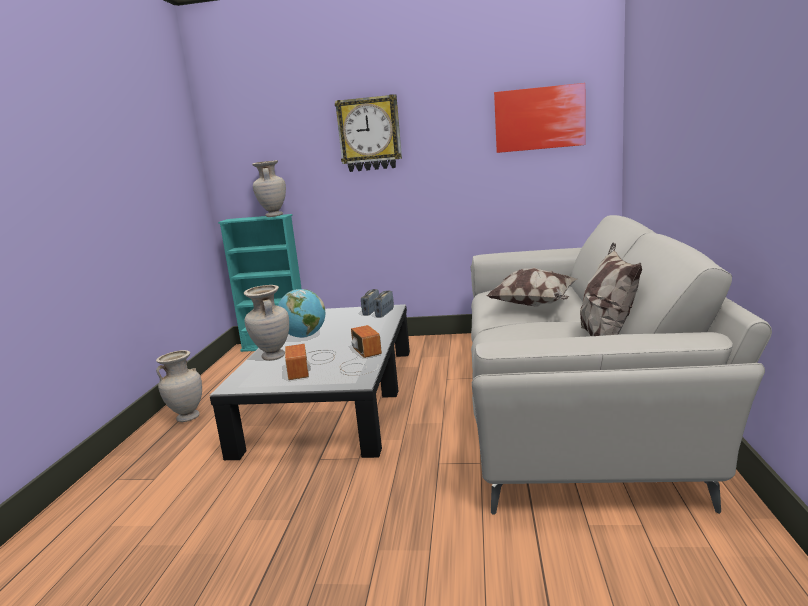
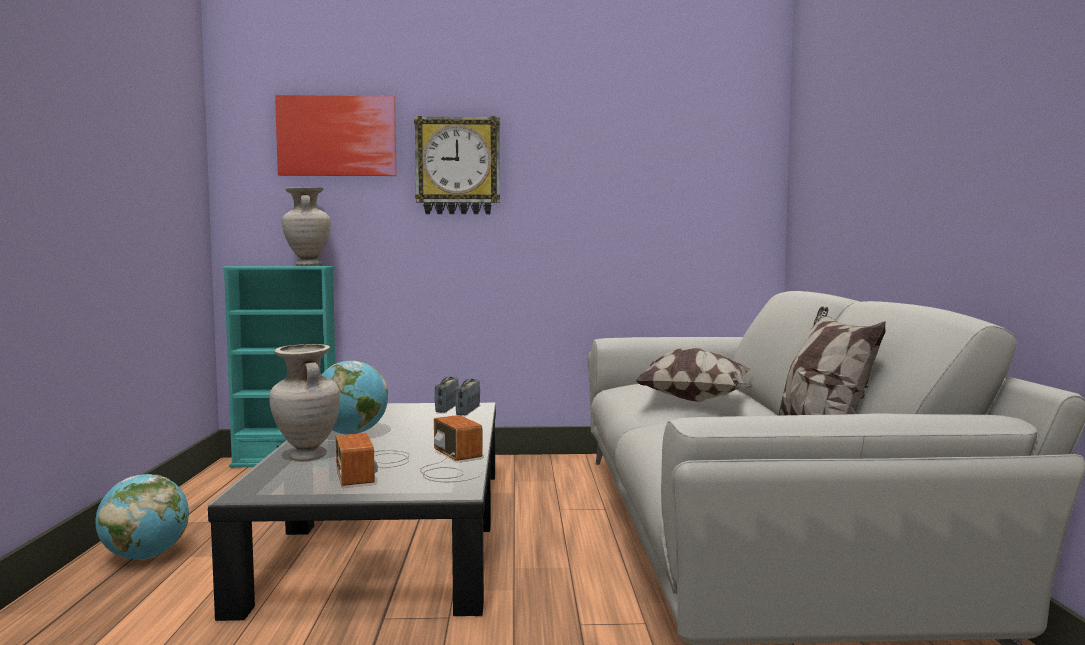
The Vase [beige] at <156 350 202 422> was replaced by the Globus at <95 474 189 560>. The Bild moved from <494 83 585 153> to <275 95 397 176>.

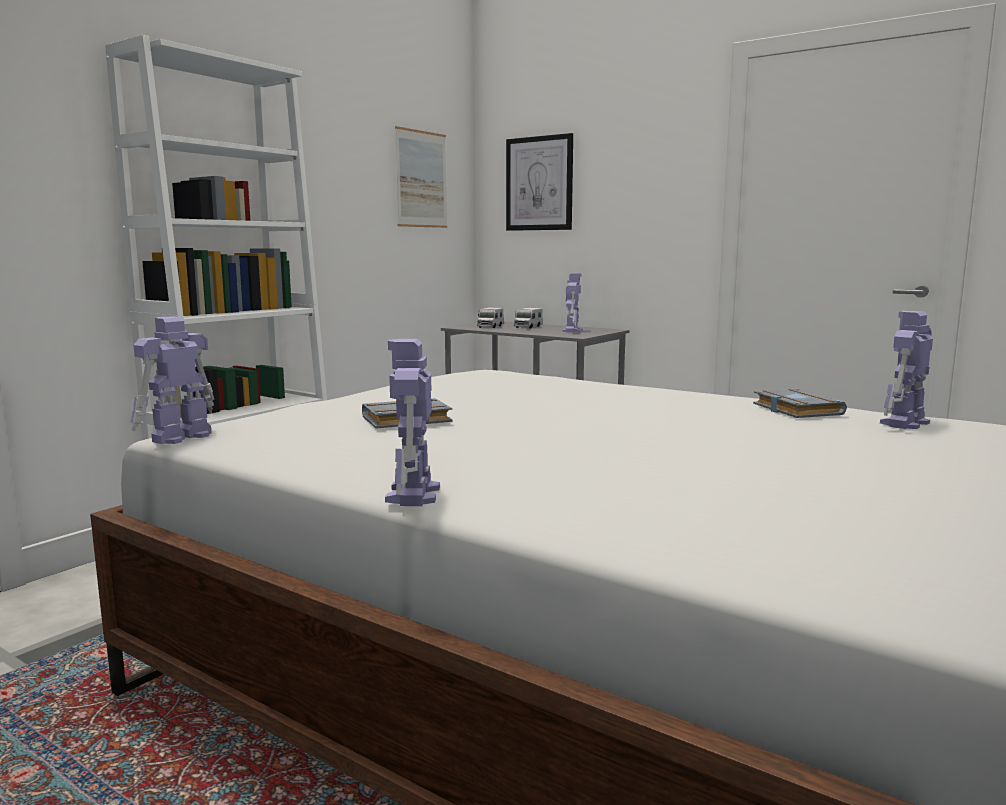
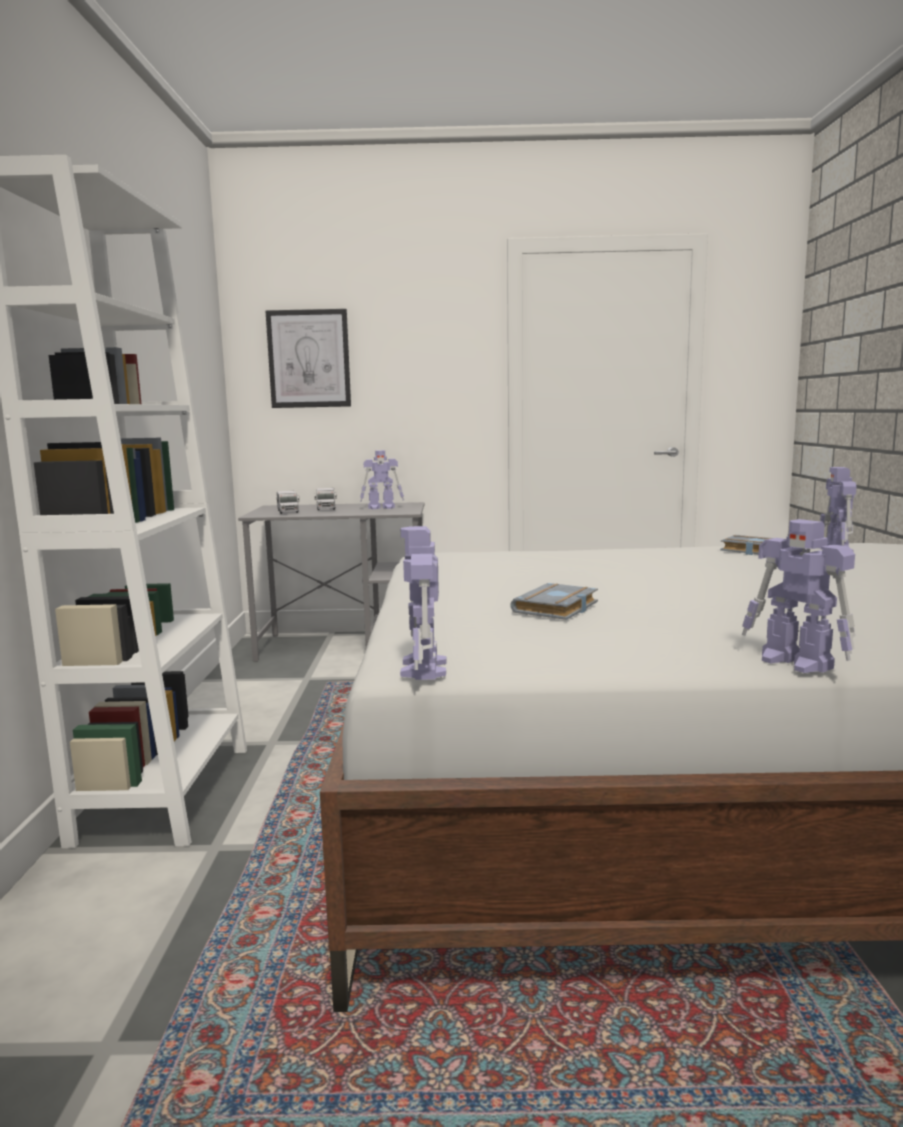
The Bild at <395 126 447 228> disappeared. The Spielzeugroboter at <562 273 583 333> turned 105 degrees clockwise.

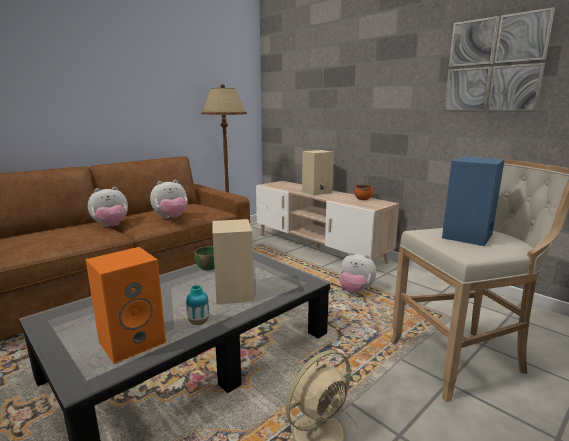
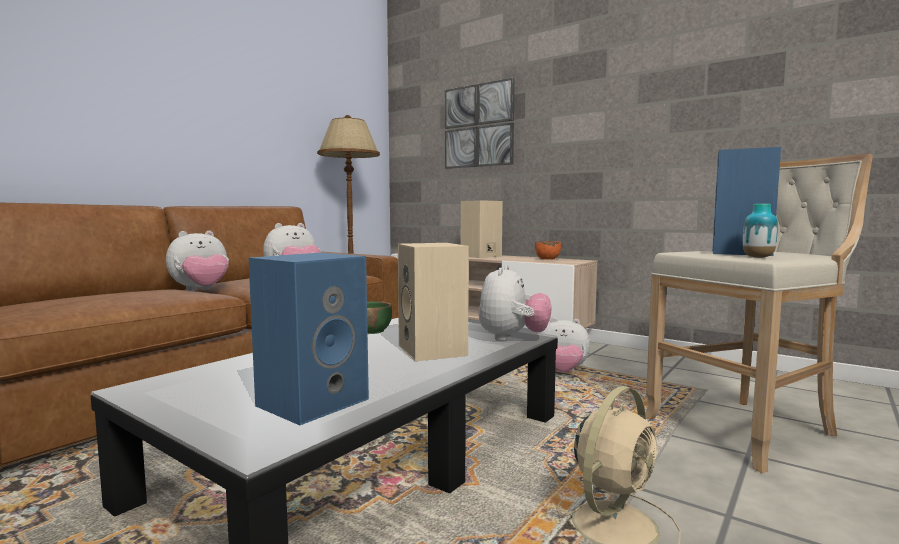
The Lautsprecher [orange] at <86 247 166 364> became the Lautsprecher [blau] at <249 253 369 425>. The Vase moved from <186 285 209 325> to <743 204 778 258>. The Bild moved from <444 7 555 112> to <445 78 515 169>. The Plüschtier at <478 265 551 341> appeared.

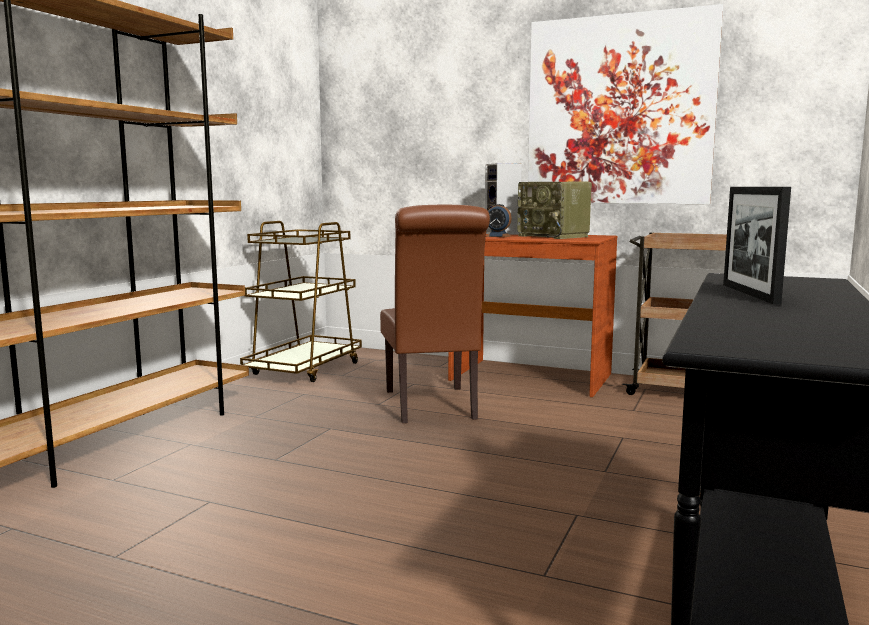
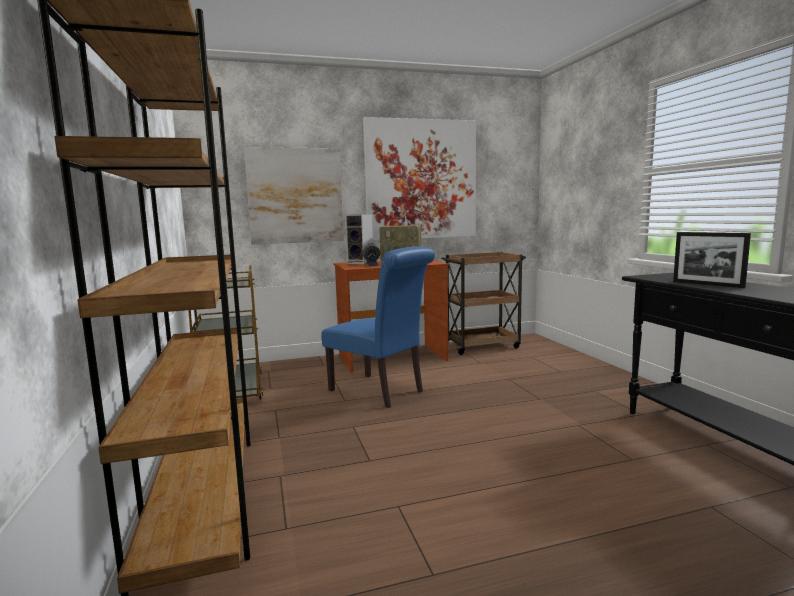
The Stuhl [braun] at <380 205 490 423> became the Stuhl [blau] at <321 247 435 408>. The Bild at <244 147 344 245> appeared.

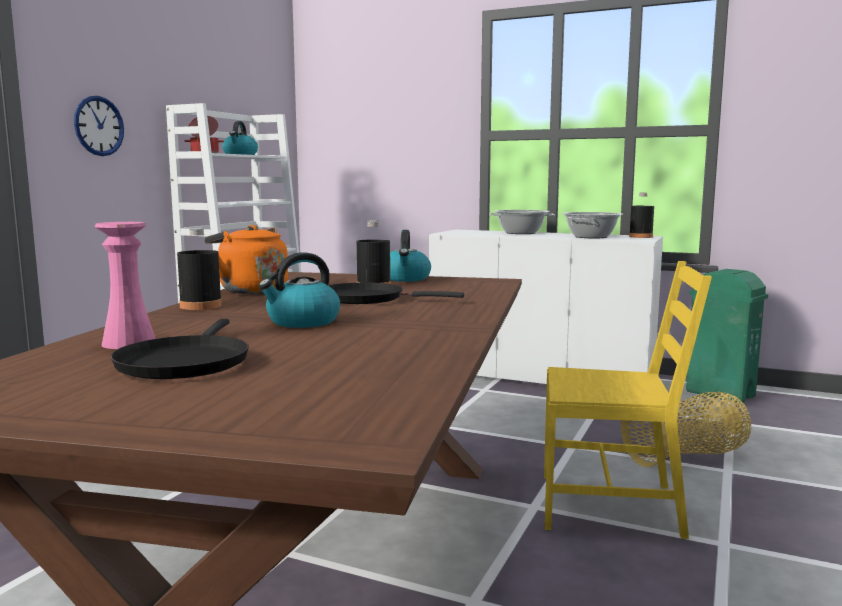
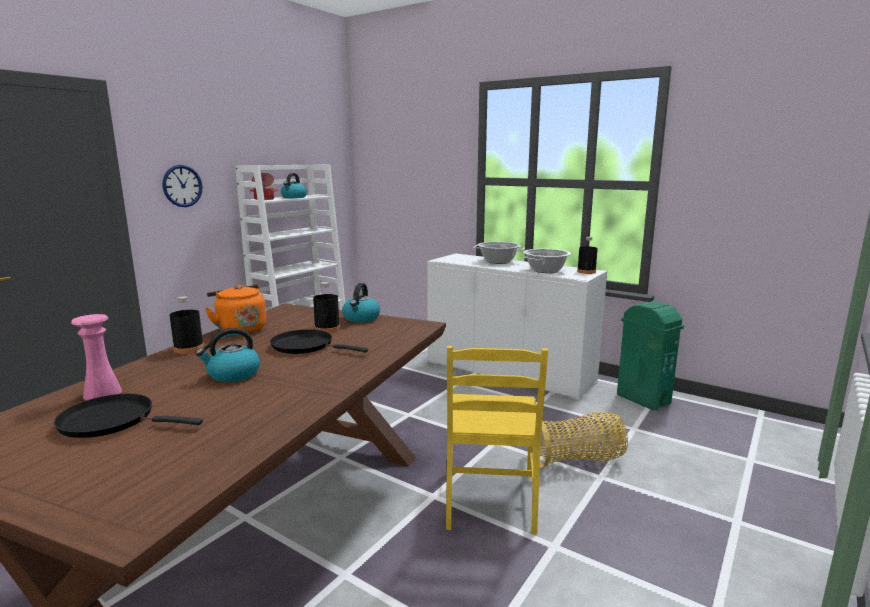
The Pfanne [schwarz] at <111 319 249 379> turned 90 degrees clockwise. The Stuhl [gelb] at <544 261 712 539> turned 75 degrees clockwise.

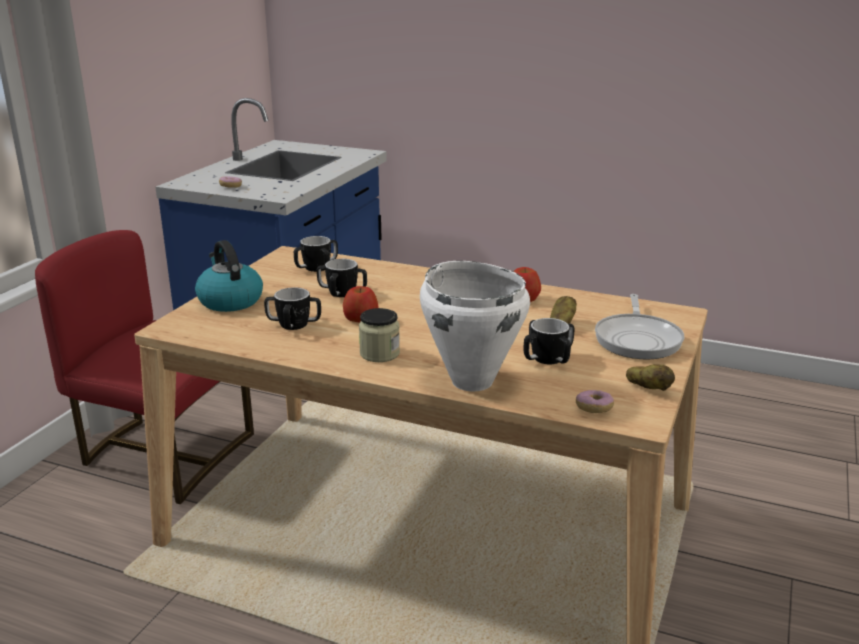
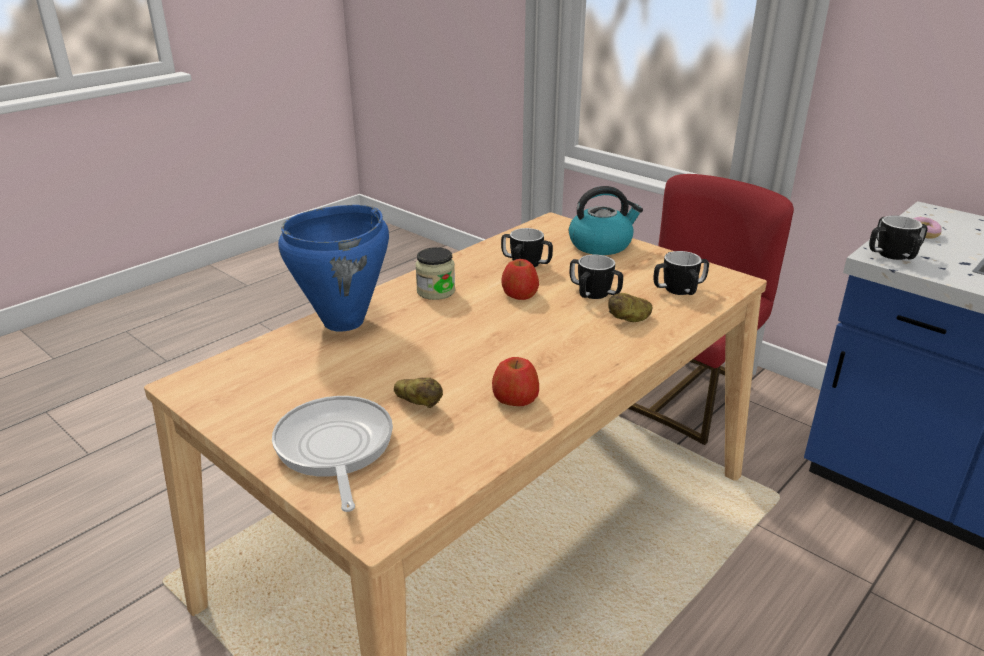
The Kochtopf [weiß] at <420 261 530 391> became the Kochtopf [blau] at <278 205 389 331>. The Henkelbecher moved from <523 318 575 364> to <869 215 928 260>. The Donut at <576 390 614 413> disappeared. The Pfanne at <595 294 684 360> turned 45 degrees clockwise. The Kartoffel moved from <626 364 675 391> to <608 293 653 322>.

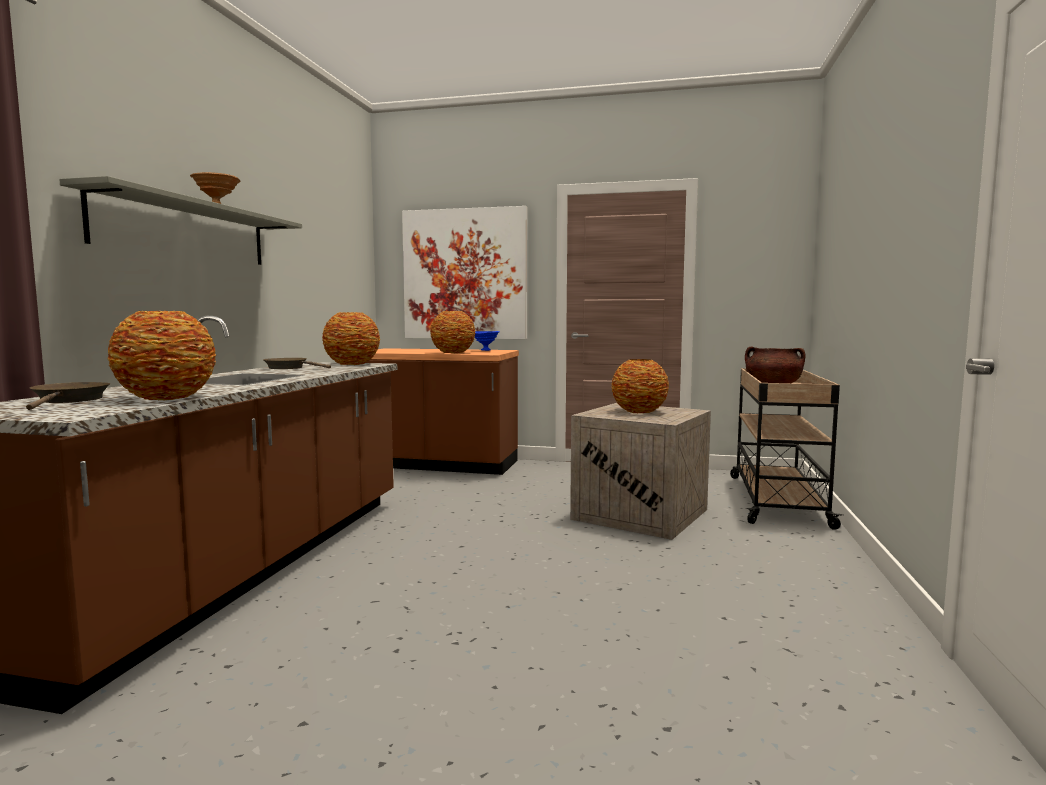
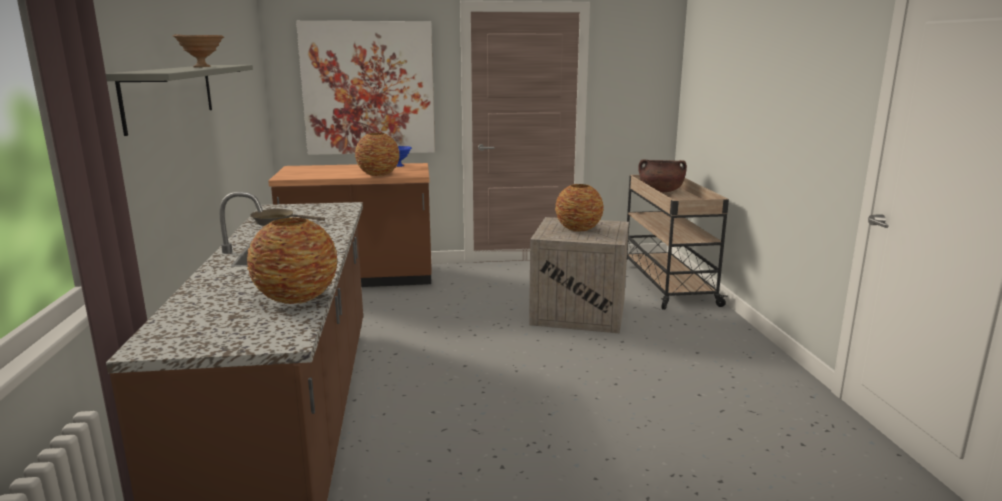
The Pfanne [braun] at <26 382 110 410> disappeared. The Vase at <322 312 380 365> disappeared.

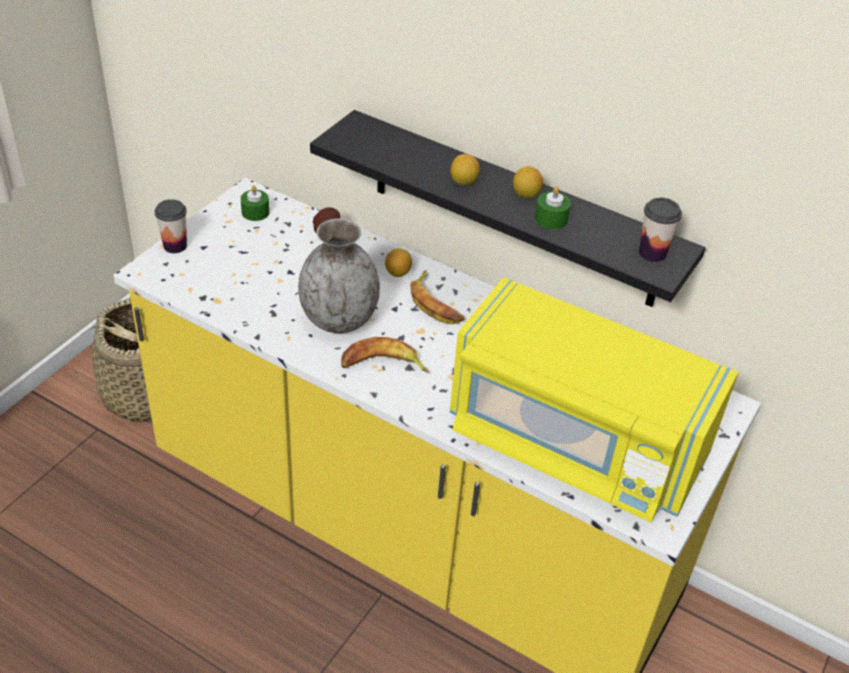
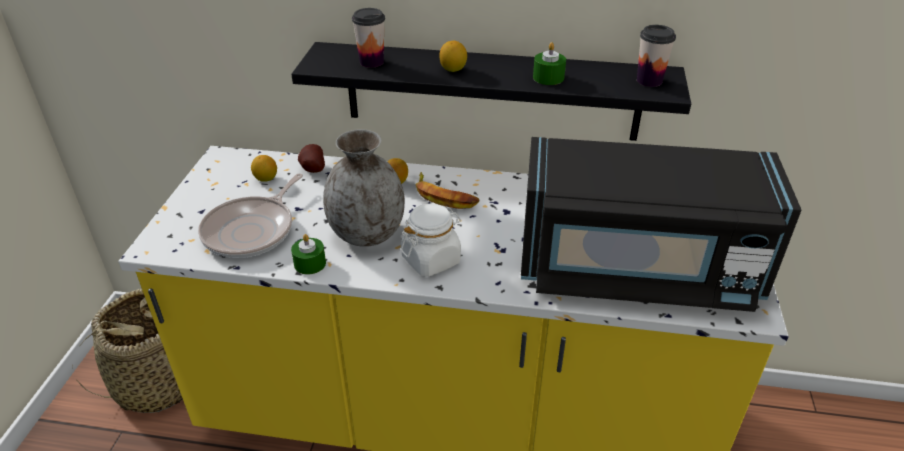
The Tasse moved from <155 199 187 253> to <352 8 385 68>. The Kerze [grün] moved from <241 185 269 221> to <291 234 326 275>. The Banane at <341 337 429 373> was replaced by the Vorratsglas [weiß] at <401 204 461 277>. The Mikrowelle [gelb] at <449 277 738 522> became the Mikrowelle [schwarz] at <521 137 801 312>. The Zitrone moved from <513 166 543 199> to <251 155 277 182>. The Pfanne at <198 174 303 258> appeared.

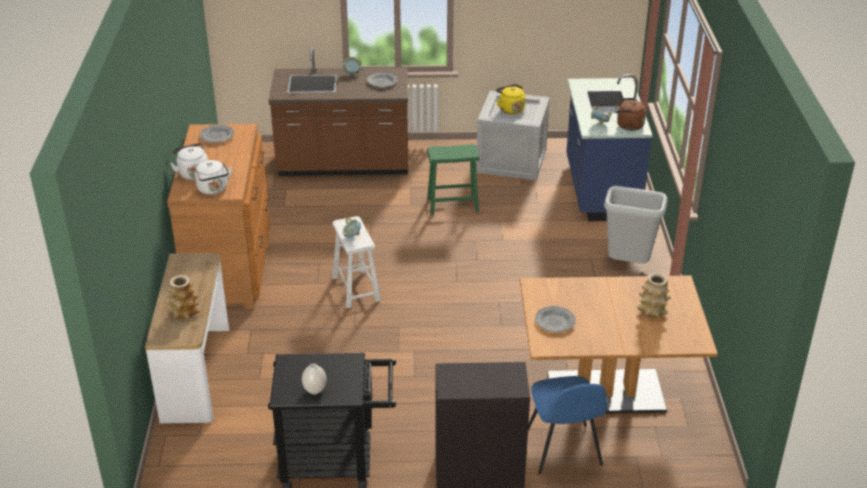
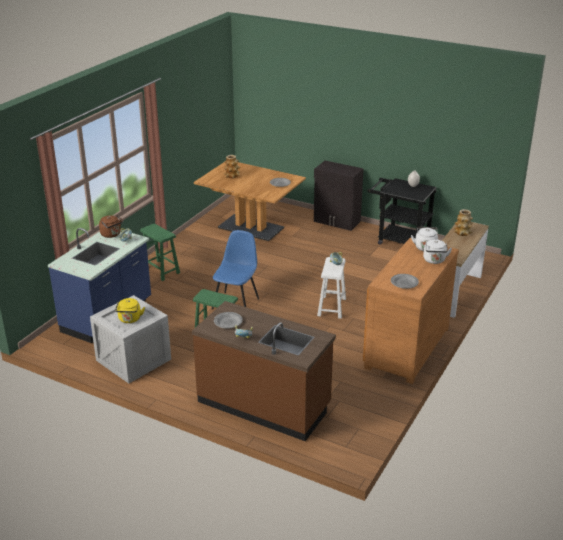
The Stuhl [blau] moved from <528 376 607 474> to <212 230 259 309>. The Mülleimer [grau] at <604 186 667 264> was replaced by the Hocker [grün] at <140 224 180 281>.

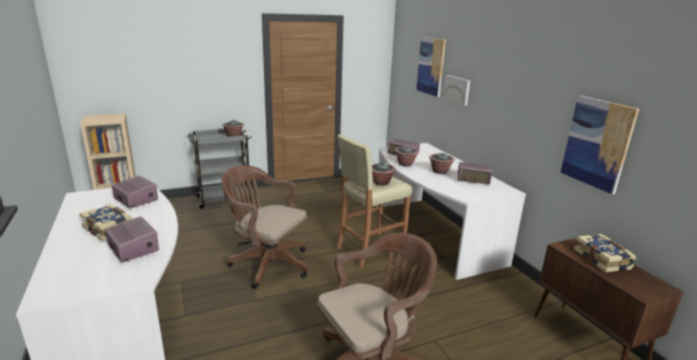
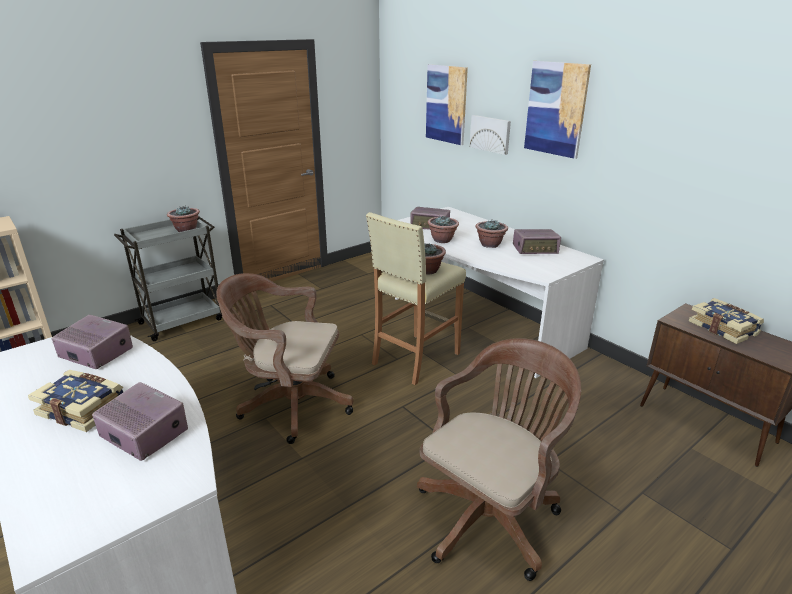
The Bild moved from <560 96 639 195> to <524 61 591 159>.

